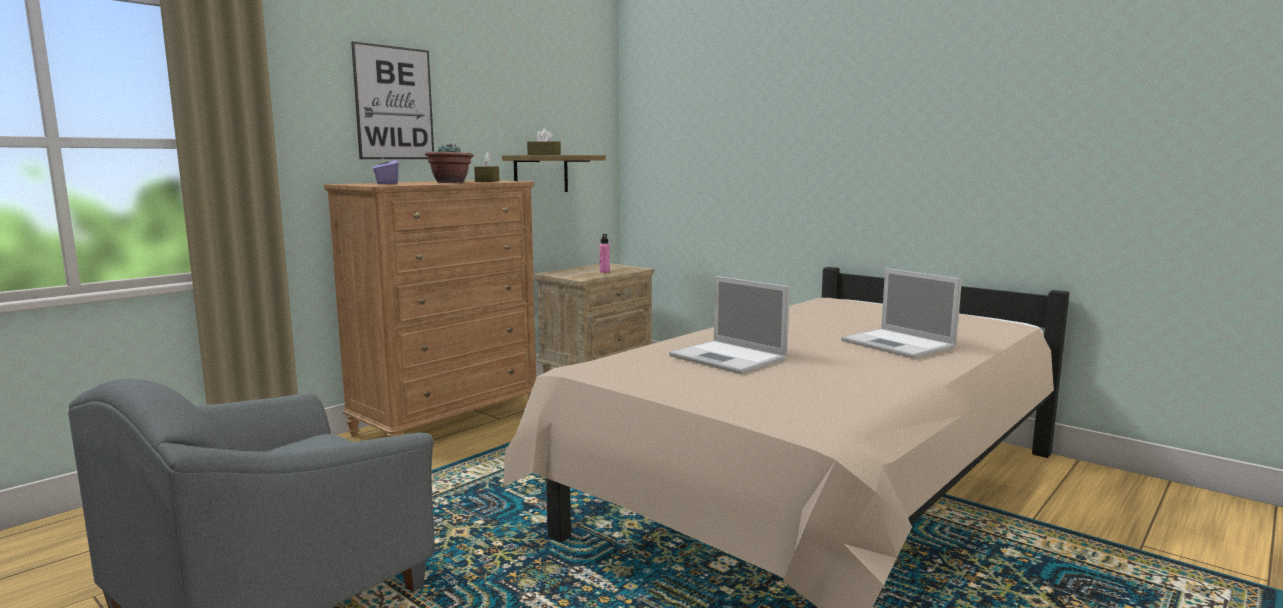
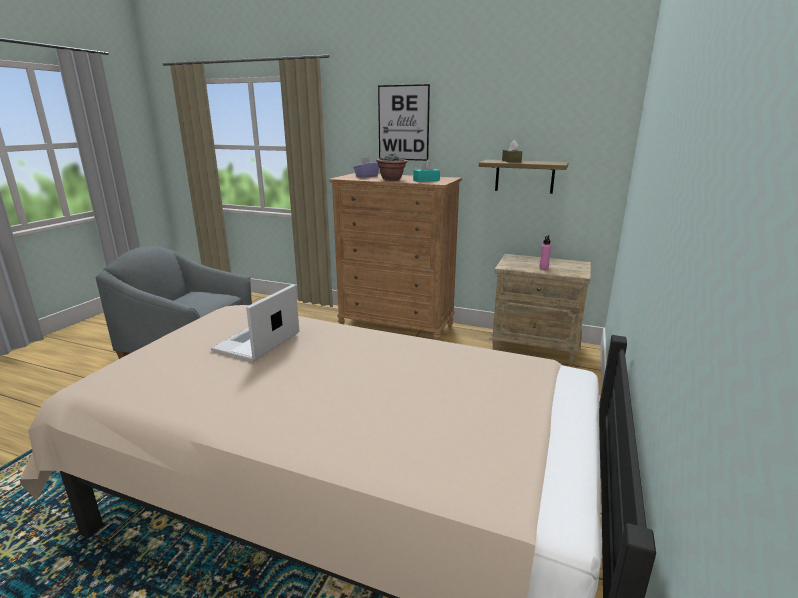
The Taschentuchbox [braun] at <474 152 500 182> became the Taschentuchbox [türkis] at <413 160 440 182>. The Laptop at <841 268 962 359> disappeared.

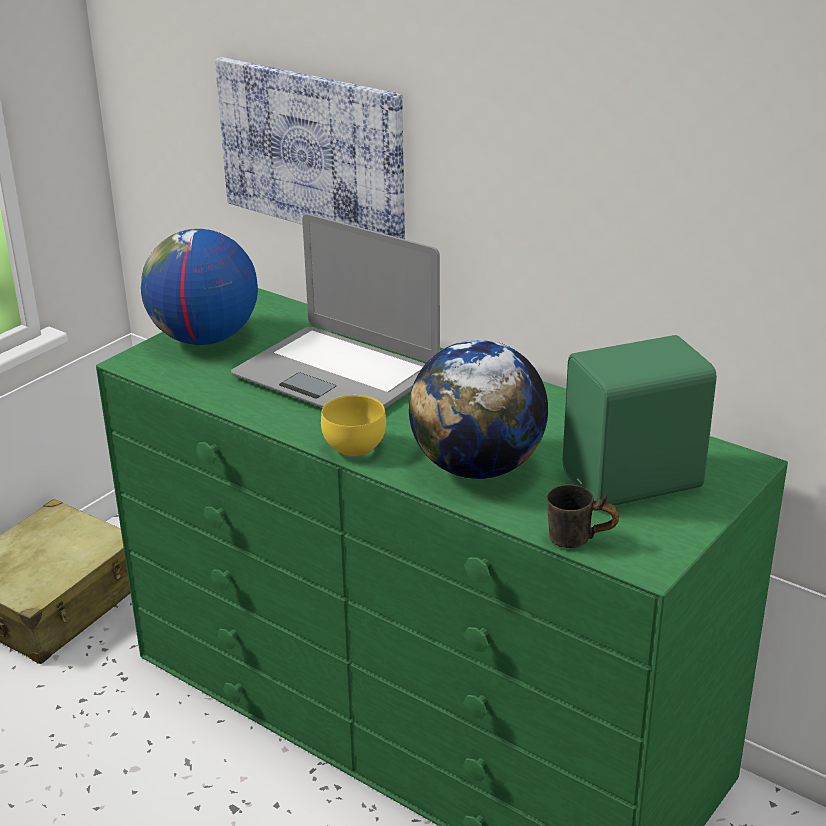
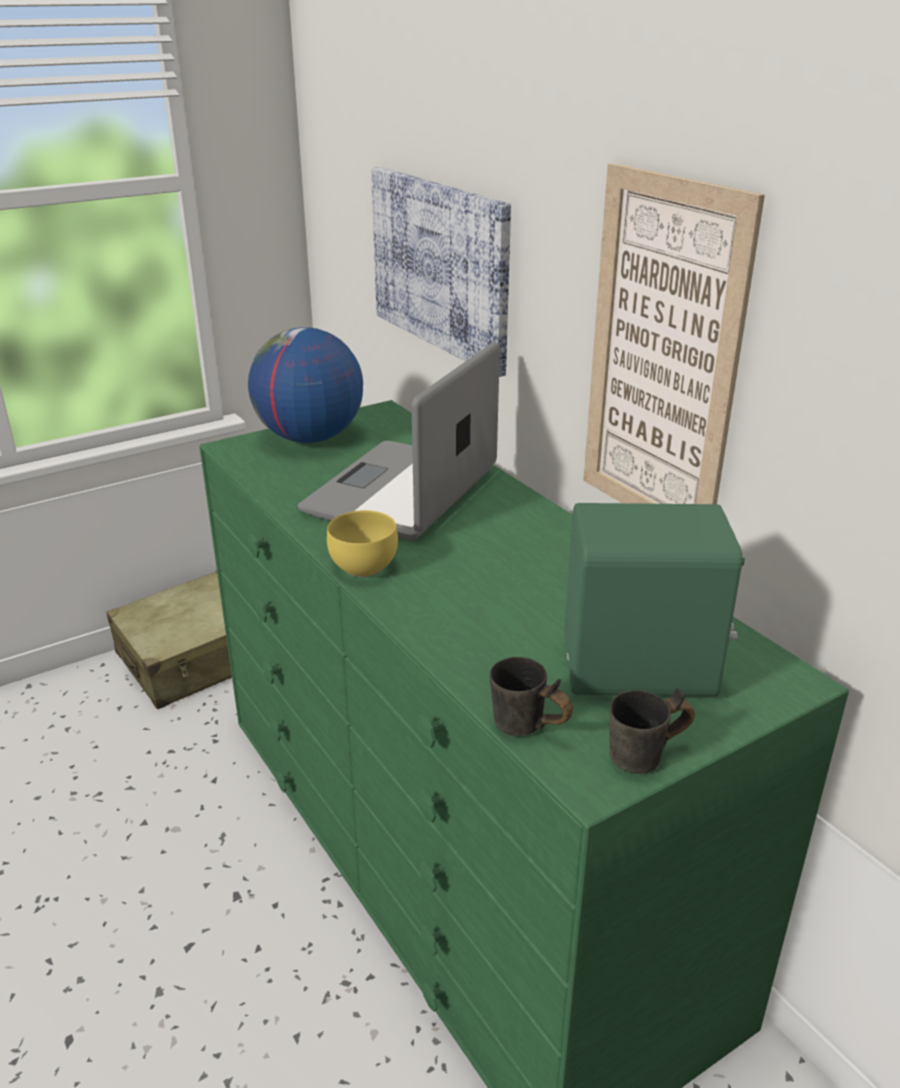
The Laptop at <231 214 440 408> turned 60 degrees clockwise. The Globus at <409 340 548 479> disappeared. The Bild at <583 163 765 504> appeared. The Henkelbecher [grau] at <609 688 695 774> appeared.

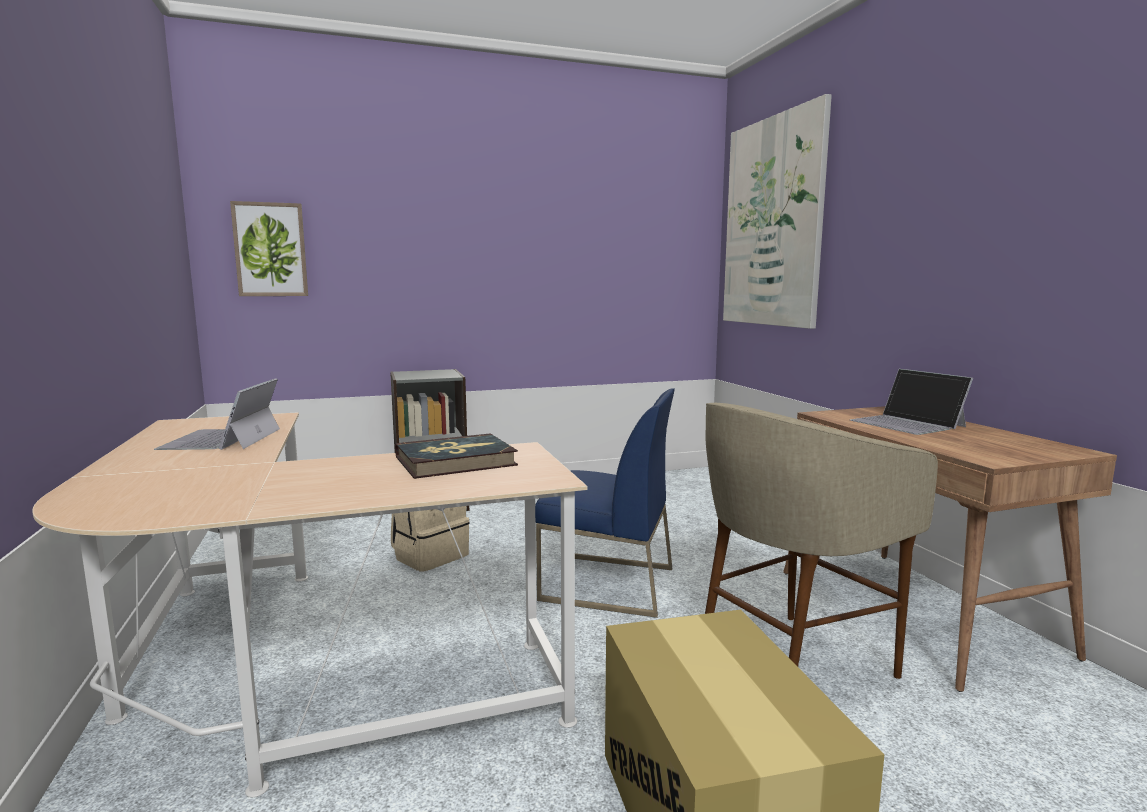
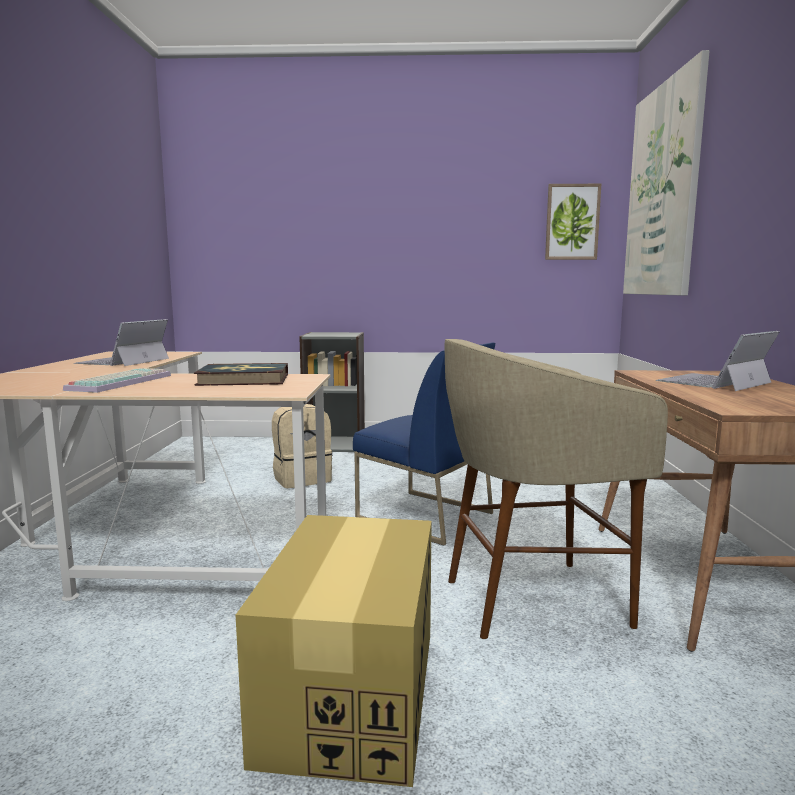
The Bild moved from <230 201 308 296> to <545 184 601 260>. The Laptop at <850 369 973 435> turned 60 degrees clockwise. The Tastatur at <63 368 171 393> appeared.

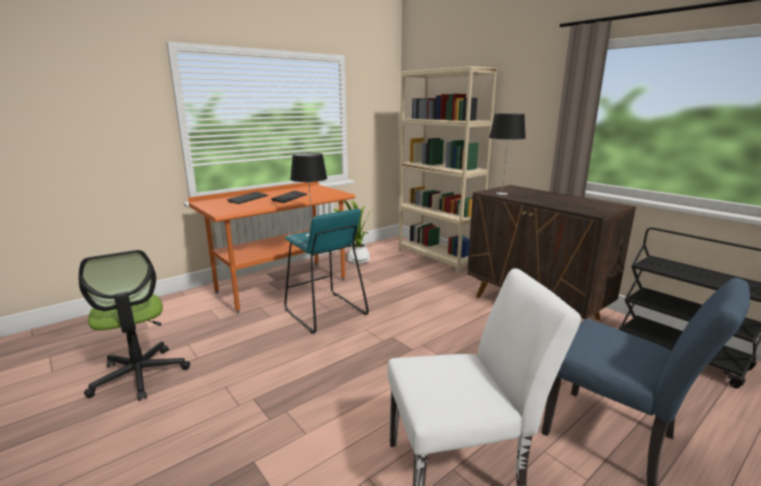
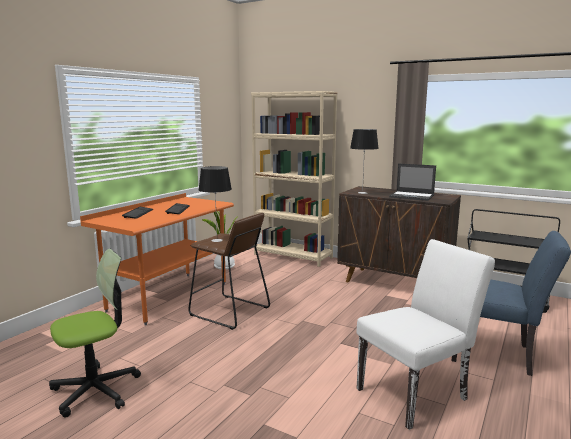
The Bürostuhl at <79 250 190 401> turned 75 degrees counterclockwise. The Hocker [türkis] at <284 209 369 334> became the Hocker [braun] at <188 213 270 330>. The Laptop at <389 163 436 201> appeared.

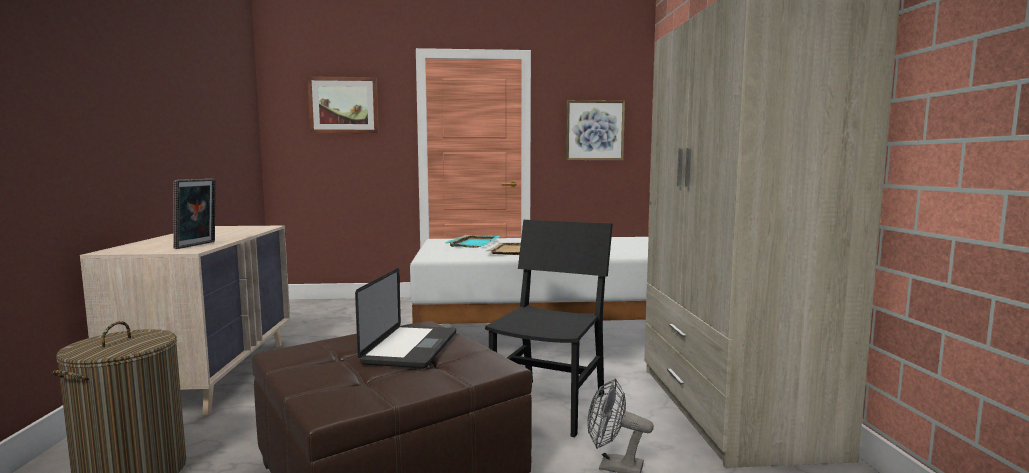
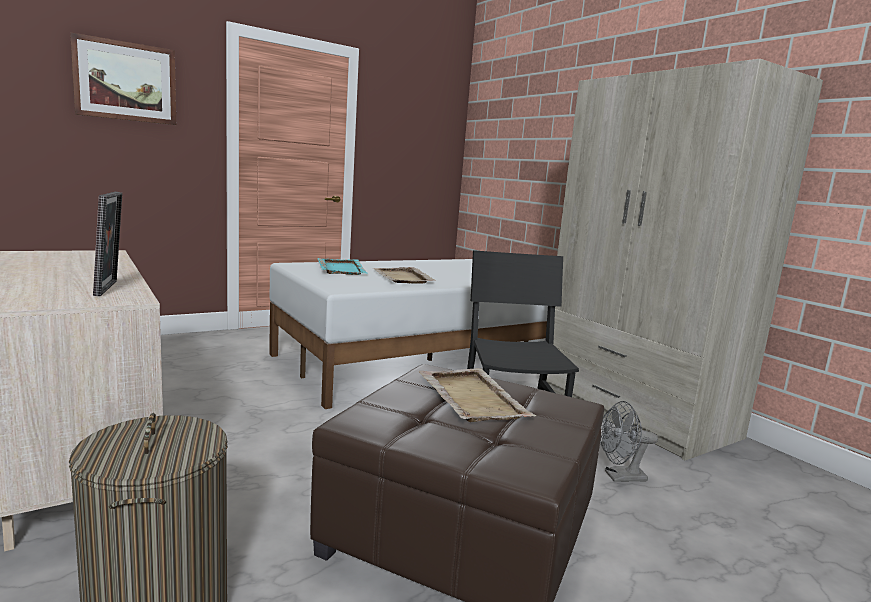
The Laptop at <355 268 456 368> was replaced by the Tablett [beige] at <419 368 537 422>. The Bild at <566 100 625 160> disappeared.

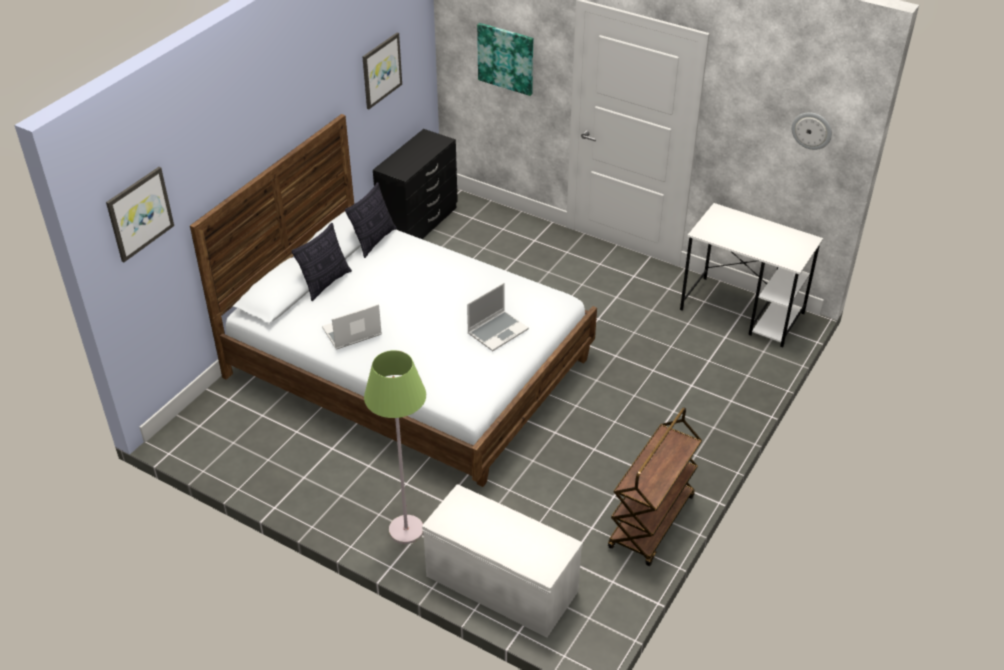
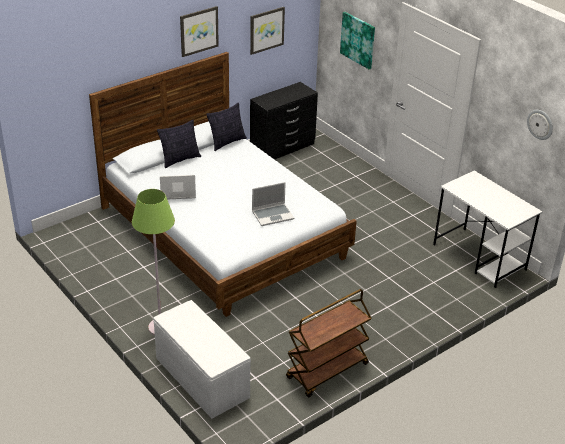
The Bild moved from <106 167 174 262> to <180 6 219 57>.

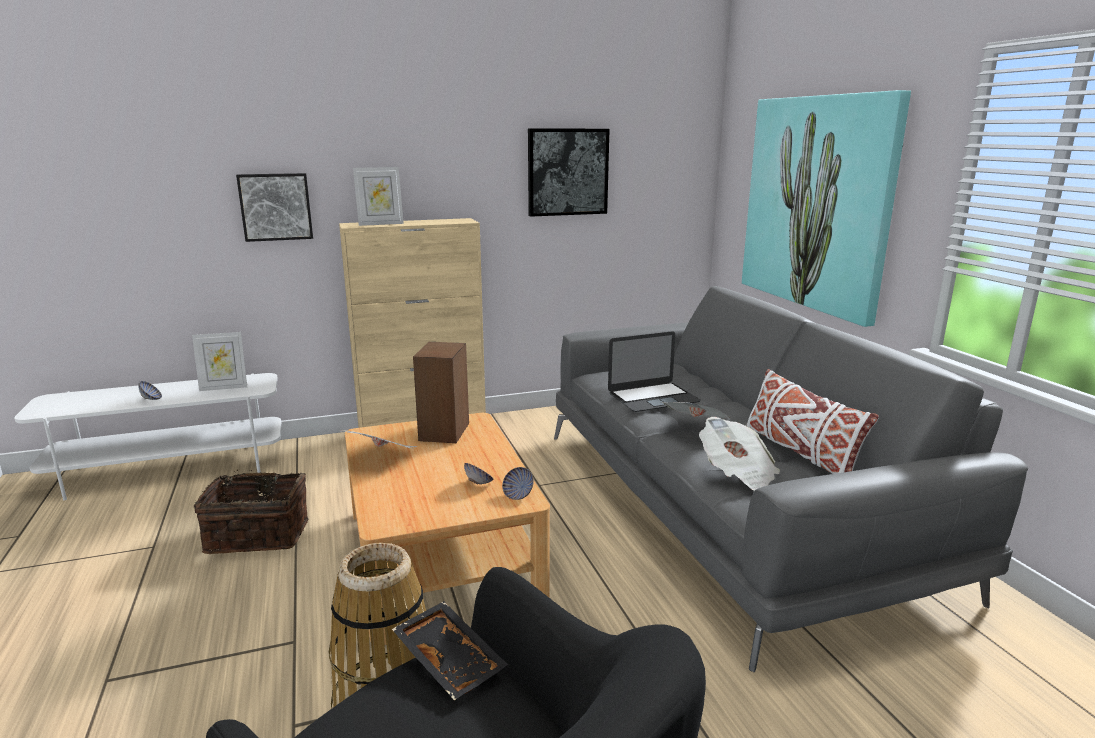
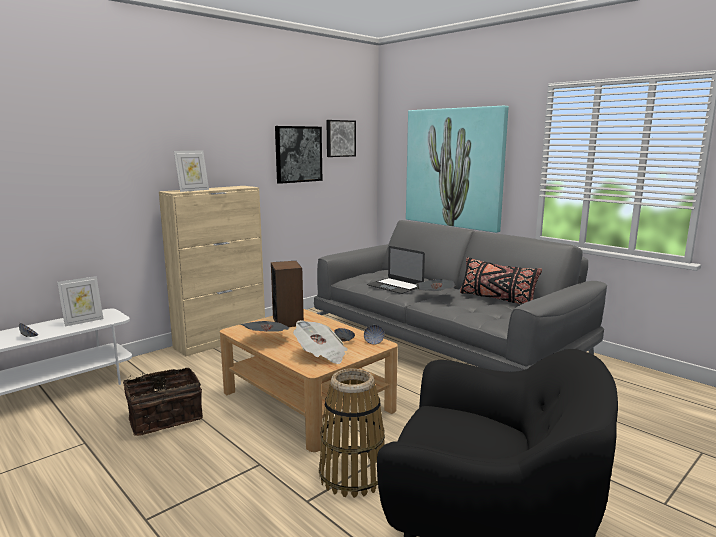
The Bild moved from <236 173 313 242> to <326 120 356 157>. The Tablett [schwarz] at <392 601 508 700> disappeared. The Laptop at <608 331 701 412> turned 90 degrees clockwise. The Zeitung moved from <699 417 780 491> to <293 320 347 364>. The Kissen [weiß] at <746 369 879 474> became the Kissen [schwarz] at <460 258 542 304>.

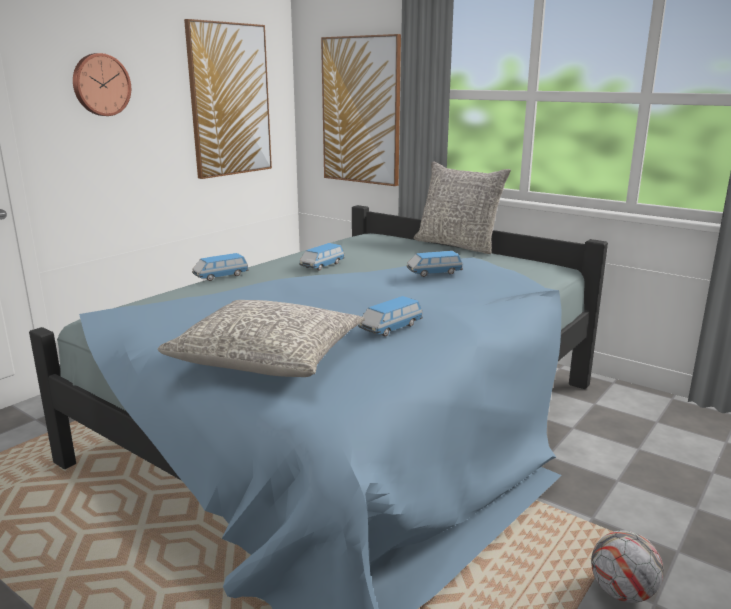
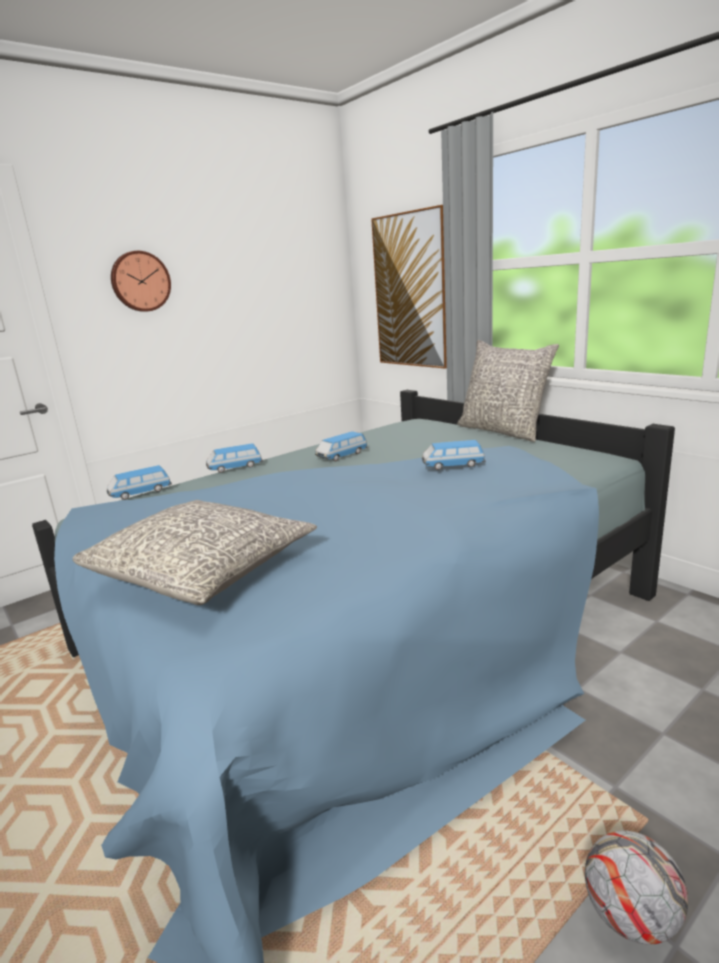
The Bild at <184 19 272 179> disappeared. The Spielzeugauto moved from <358 296 423 337> to <107 465 172 500>.

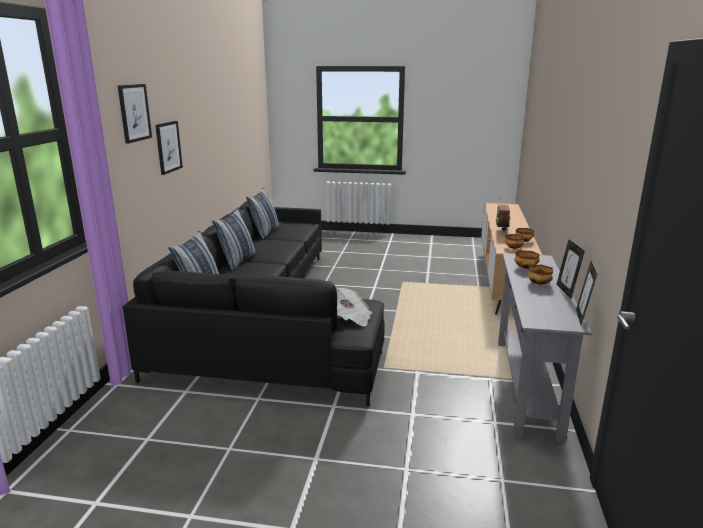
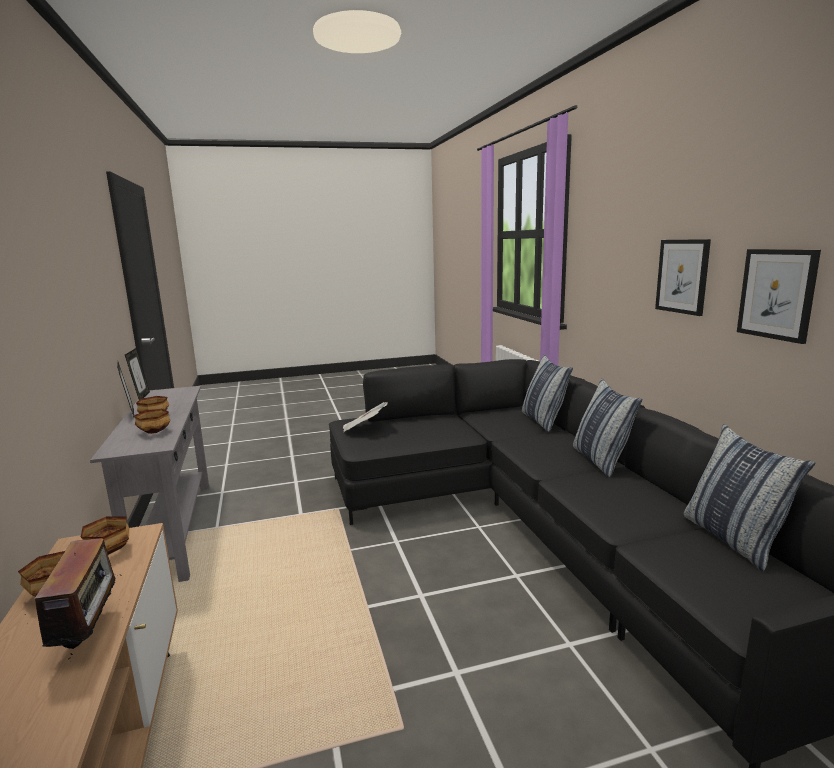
The Bild moved from <118 84 152 144> to <737 249 821 344>.

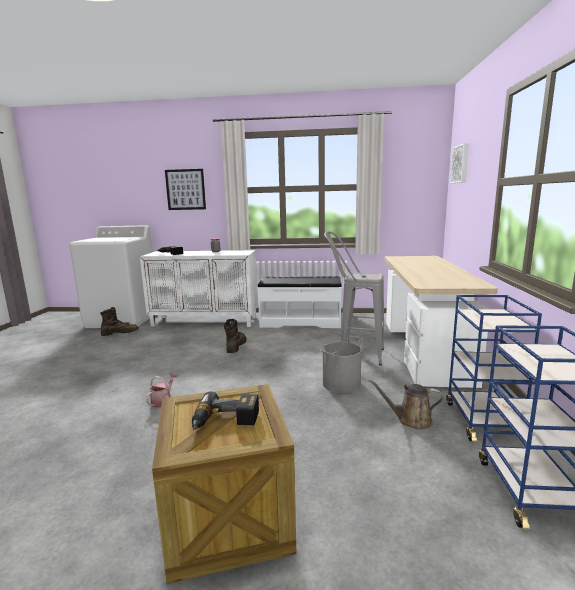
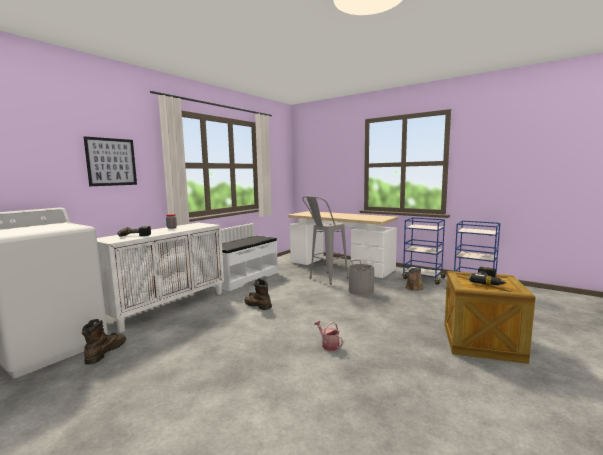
The Bild at <450 143 469 183> disappeared.

